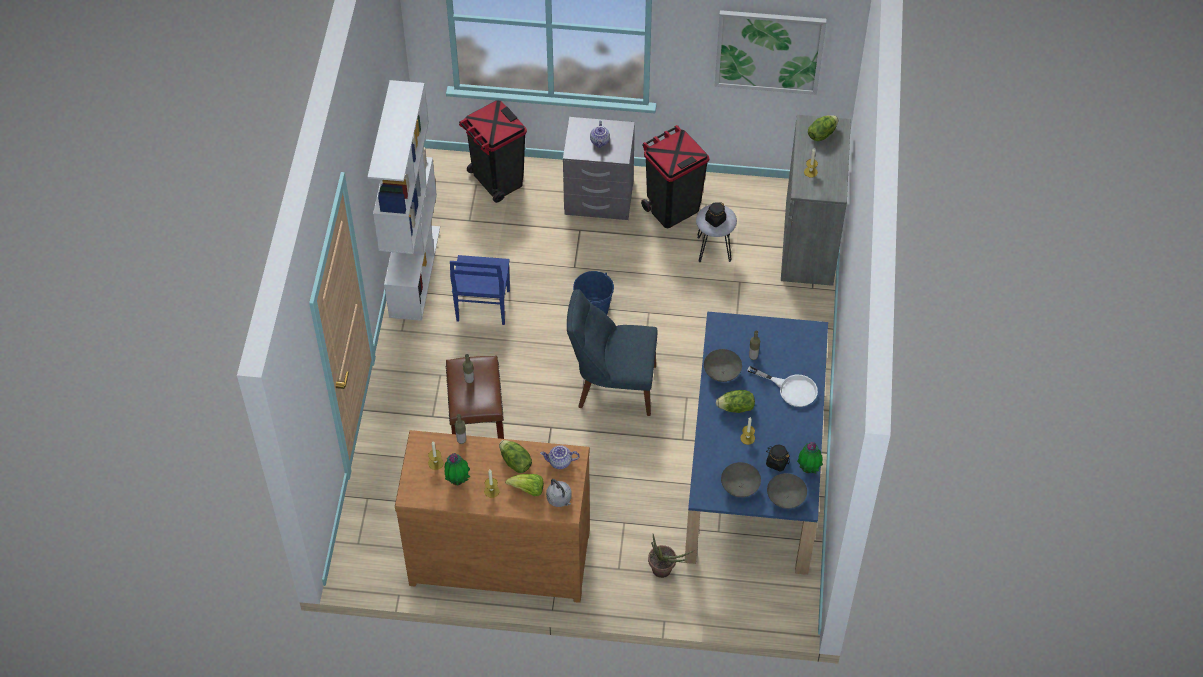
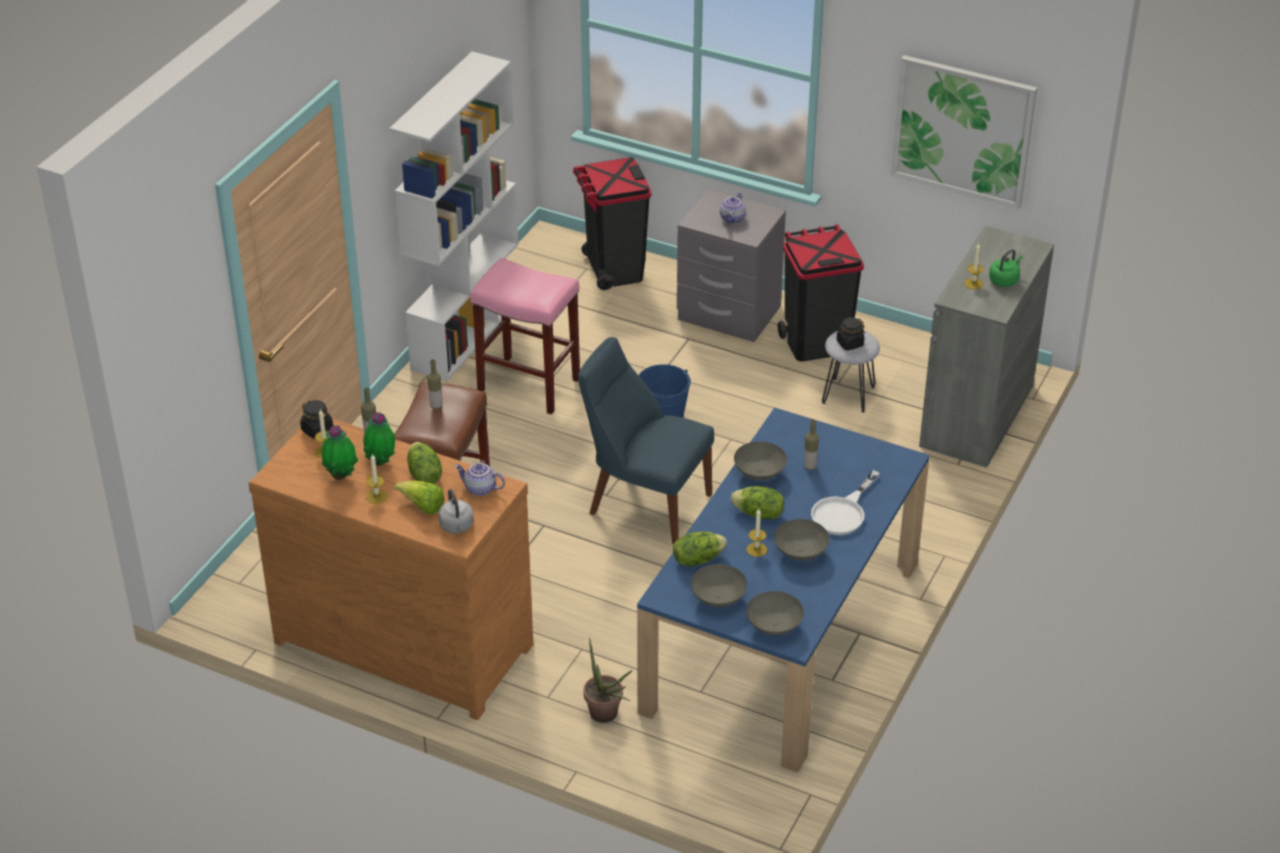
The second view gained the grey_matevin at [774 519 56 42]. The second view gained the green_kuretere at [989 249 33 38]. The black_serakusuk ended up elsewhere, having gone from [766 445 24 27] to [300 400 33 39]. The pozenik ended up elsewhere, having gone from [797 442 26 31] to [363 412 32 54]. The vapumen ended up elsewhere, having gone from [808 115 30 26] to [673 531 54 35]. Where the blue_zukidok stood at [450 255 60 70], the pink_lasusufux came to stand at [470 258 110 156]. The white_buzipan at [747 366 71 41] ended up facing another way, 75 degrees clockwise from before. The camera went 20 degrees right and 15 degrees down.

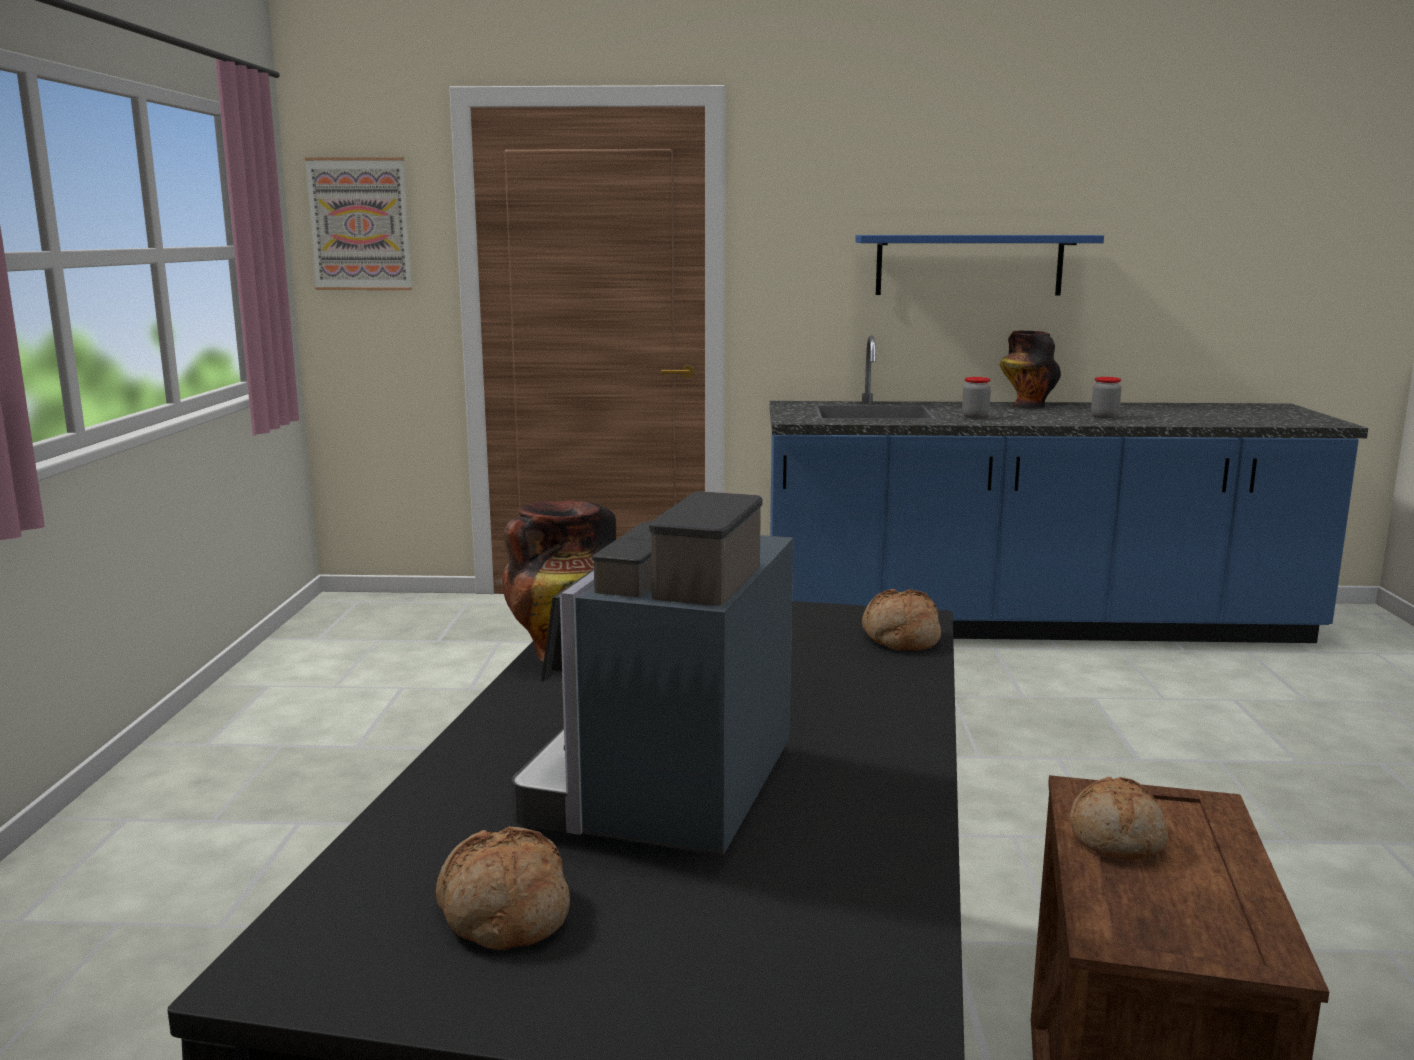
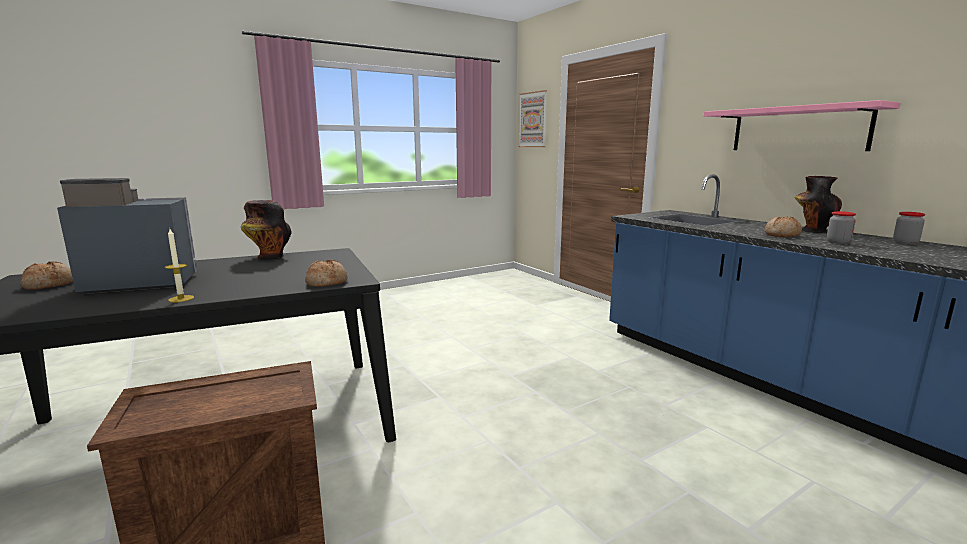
The second view gained the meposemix at [165 229 29 73]. The serakusuk ended up elsewhere, having gone from [962 377 29 42] to [893 212 32 32]. The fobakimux ended up elsewhere, having gone from [1070 777 98 83] to [765 217 37 20]. What was the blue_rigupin at [855 235 249 60] turned into the pink_rigupin at [704 100 196 51]. The camera went 55 degrees right and 0 degrees up.

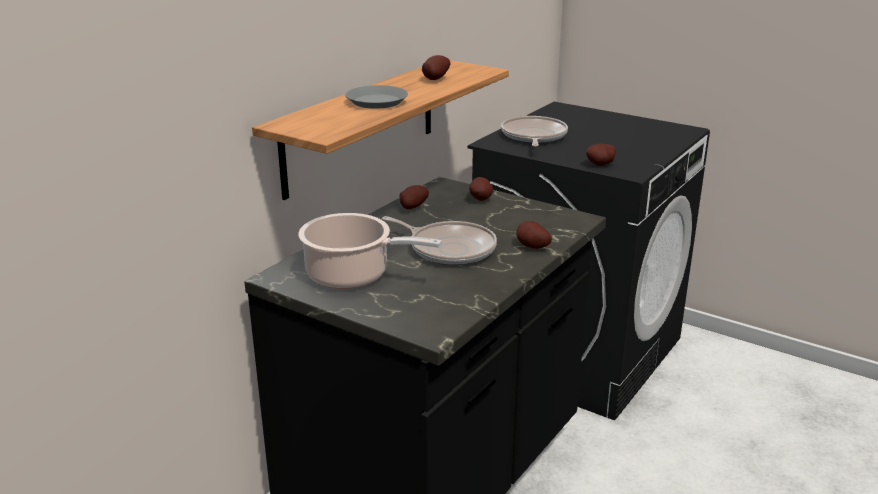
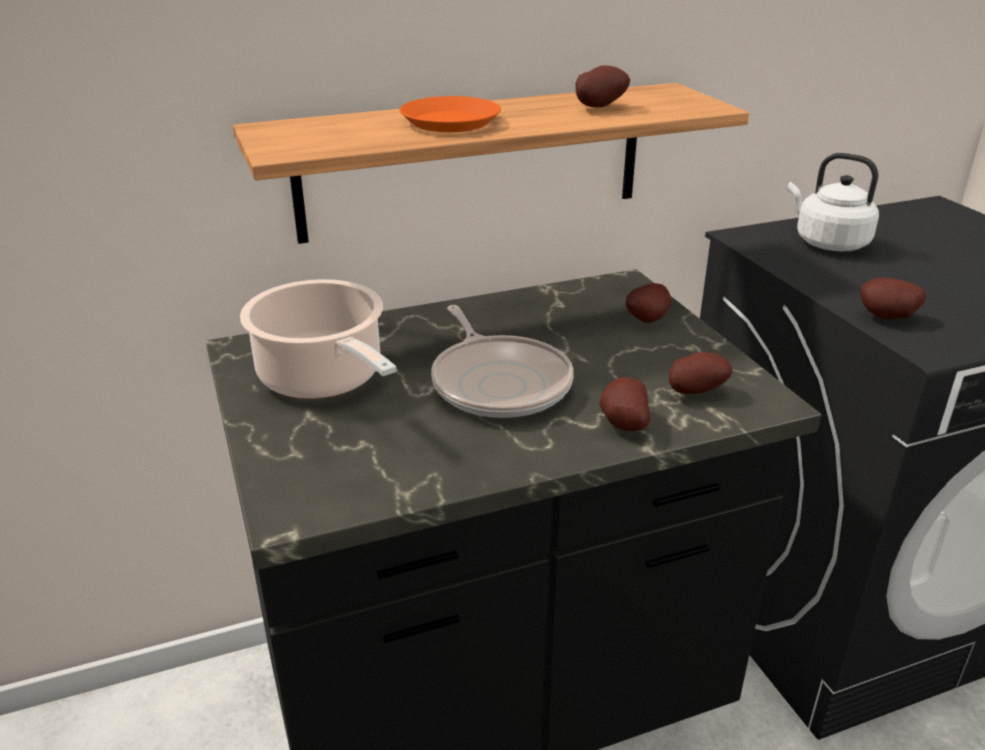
The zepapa ended up elsewhere, having gone from [399 185 30 24] to [669 352 64 42]. Where the buzipan stood at [501 116 67 31], the white_kuretere came to stand at [788 153 91 98]. What was the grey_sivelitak at [345 85 63 24] turned into the orange_sivelitak at [400 96 101 36]. The camera went 35 degrees right and 5 degrees up.

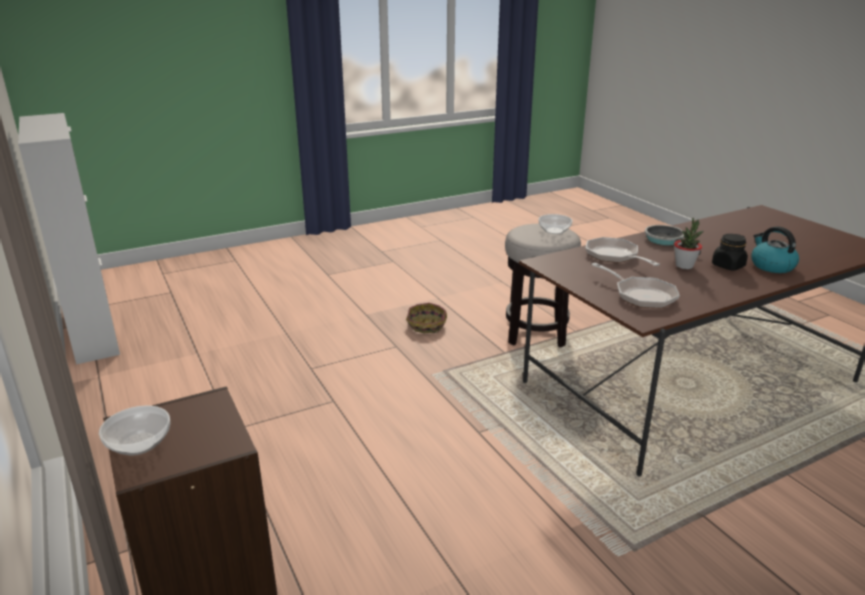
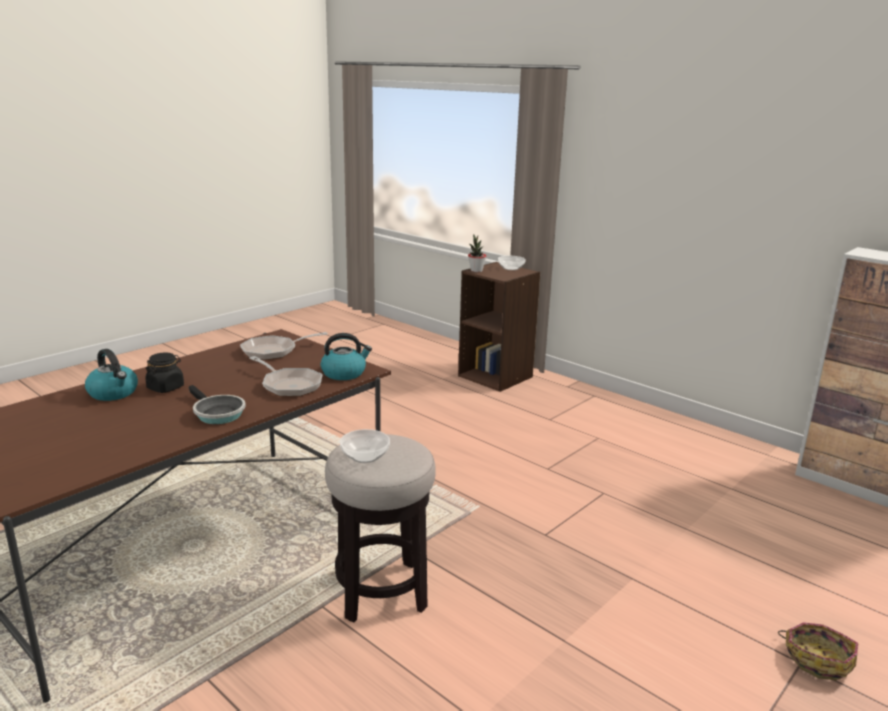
The second view gained the kuretere at [321 333 51 47]. The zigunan ended up elsewhere, having gone from [406 303 41 30] to [778 622 80 58]. The pozenik ended up elsewhere, having gone from [674 218 30 51] to [468 234 18 38]. The buzipan at [591 263 89 45] ended up facing another way, 60 degrees counterclockwise from before. The camera went 160 degrees right and 5 degrees down.

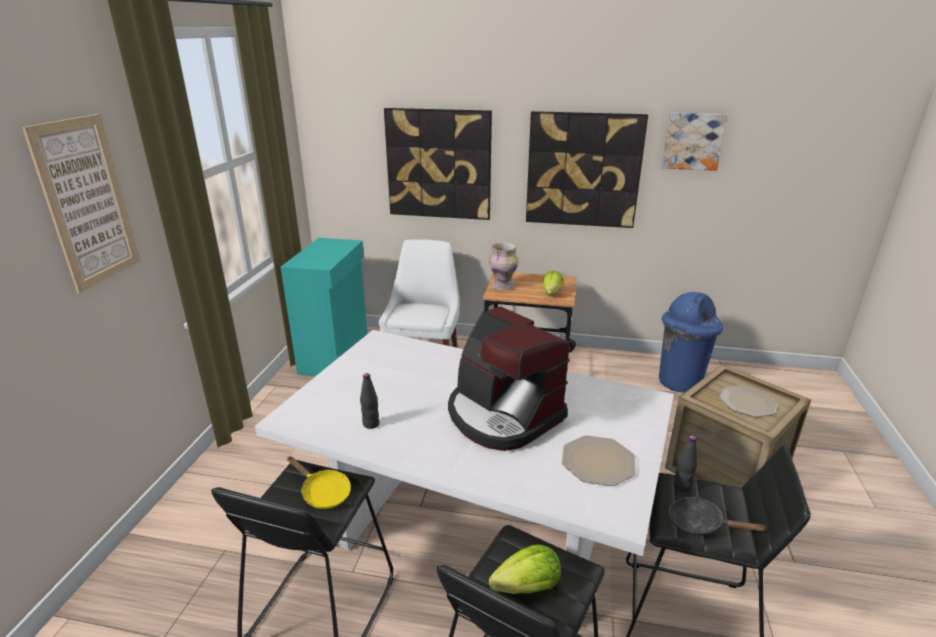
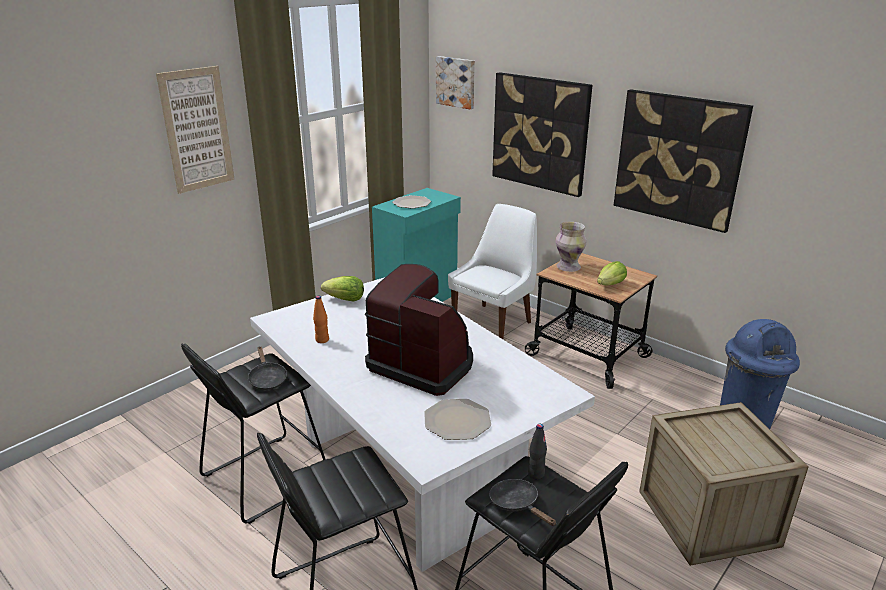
The vapumen ended up elsewhere, having gone from [489 544 72 50] to [321 276 43 26]. The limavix ended up elsewhere, having gone from [662 113 66 58] to [436 56 39 53]. The sivelitak ended up elsewhere, having gone from [719 385 58 32] to [392 195 39 14]. What was the yellow_buzipan at [287 456 64 53] turned into the black_buzipan at [247 346 40 44]. What was the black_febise at [360 373 19 56] turned into the orange_febise at [313 296 16 47]. The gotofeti at [448 306 122 145] ended up facing another way, 135 degrees clockwise from before. The camera went 30 degrees right and 0 degrees up.

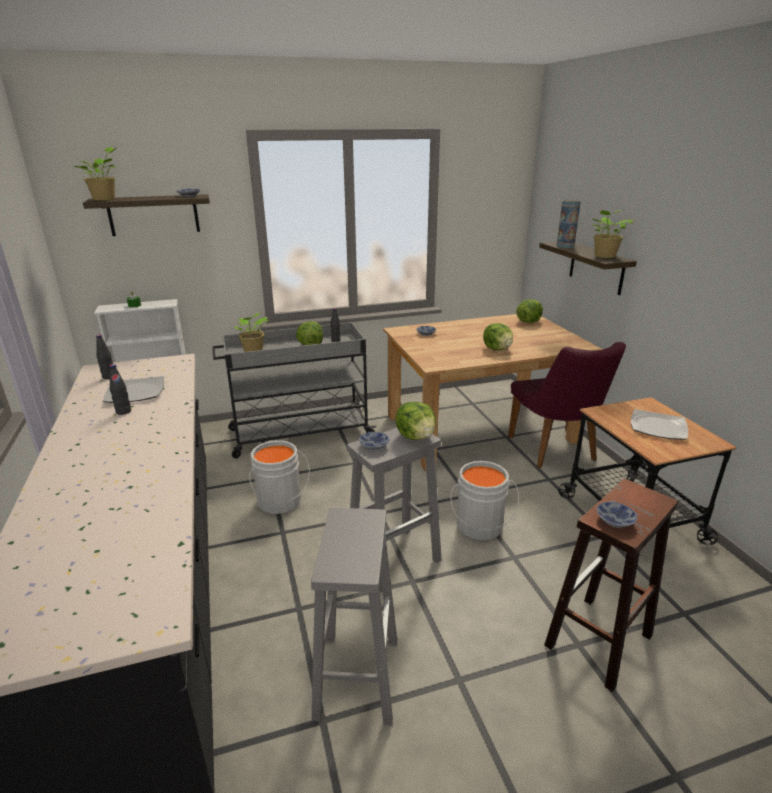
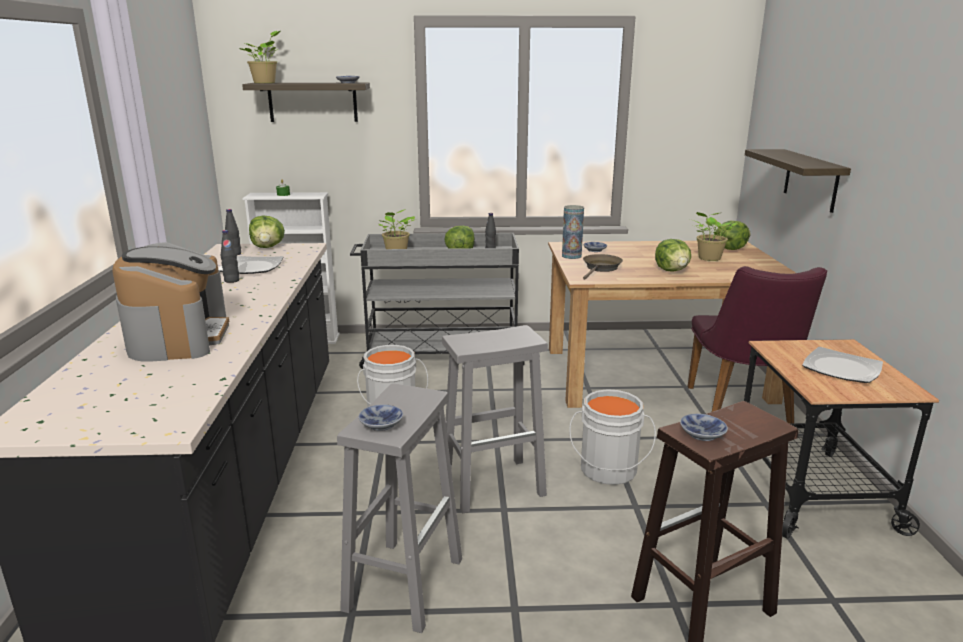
The second view gained the gotofeti at [112 242 117 120]. The second view gained the brown_buzipan at [583 254 40 26]. The matevin ended up elsewhere, having gone from [359 432 30 18] to [359 404 44 27]. The vapumen ended up elsewhere, having gone from [396 402 40 38] to [249 216 36 32]. The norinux ended up elsewhere, having gone from [557 200 24 48] to [562 205 22 54]. The pozenik ended up elsewhere, having gone from [592 210 41 48] to [690 212 47 49]. The camera went 15 degrees right and 5 degrees down.

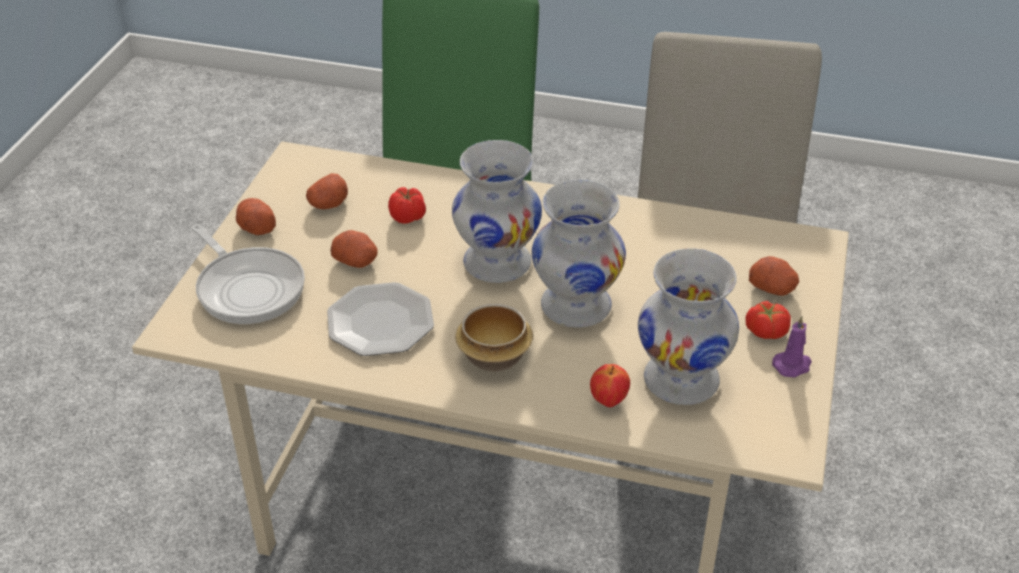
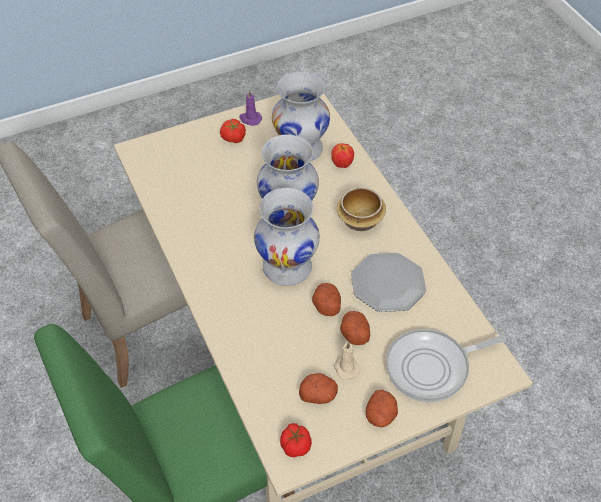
The second view gained the beige_meposemix at [334 341 26 39]. The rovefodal ended up elsewhere, having gone from [388 187 38 37] to [280 423 32 35]. The zepapa ended up elsewhere, having gone from [749 256 50 40] to [312 283 29 33]. The buzipan at [191 224 114 100] ended up facing another way, 120 degrees counterclockwise from before. The camera went 130 degrees left and 10 degrees up.

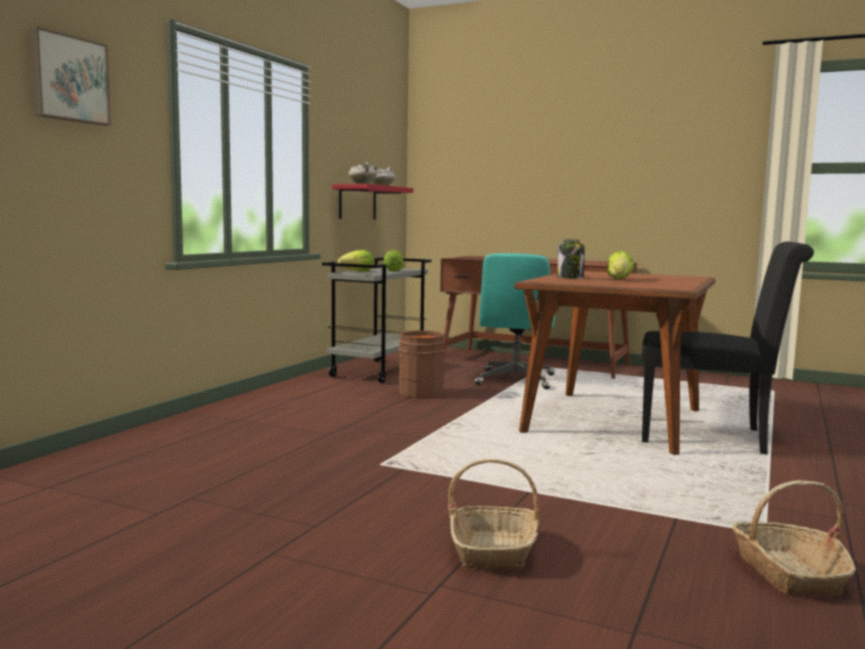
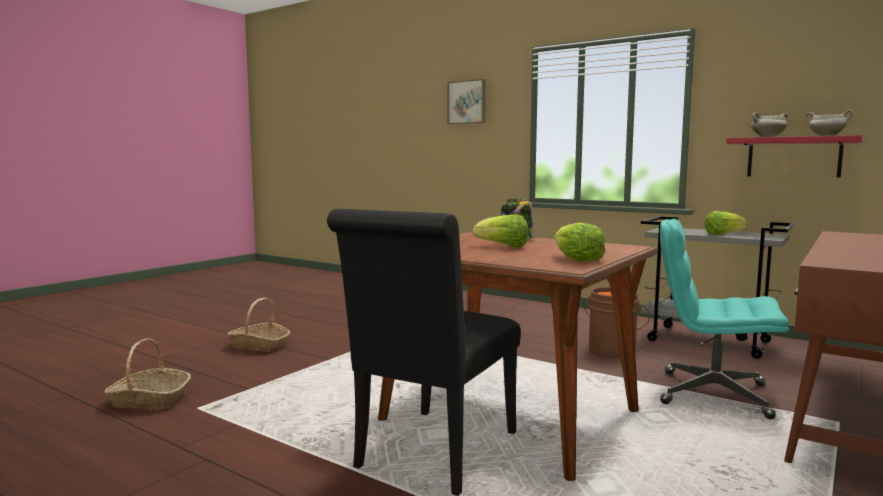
The vapumen ended up elsewhere, having gone from [338 250 36 22] to [555 223 50 39]. The camera went 100 degrees right and 0 degrees up.

